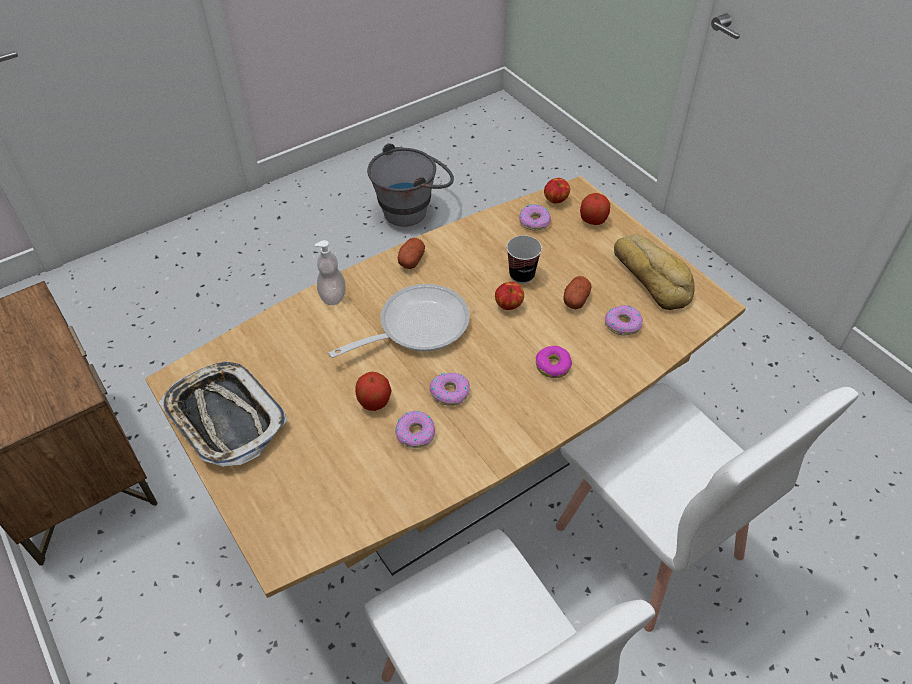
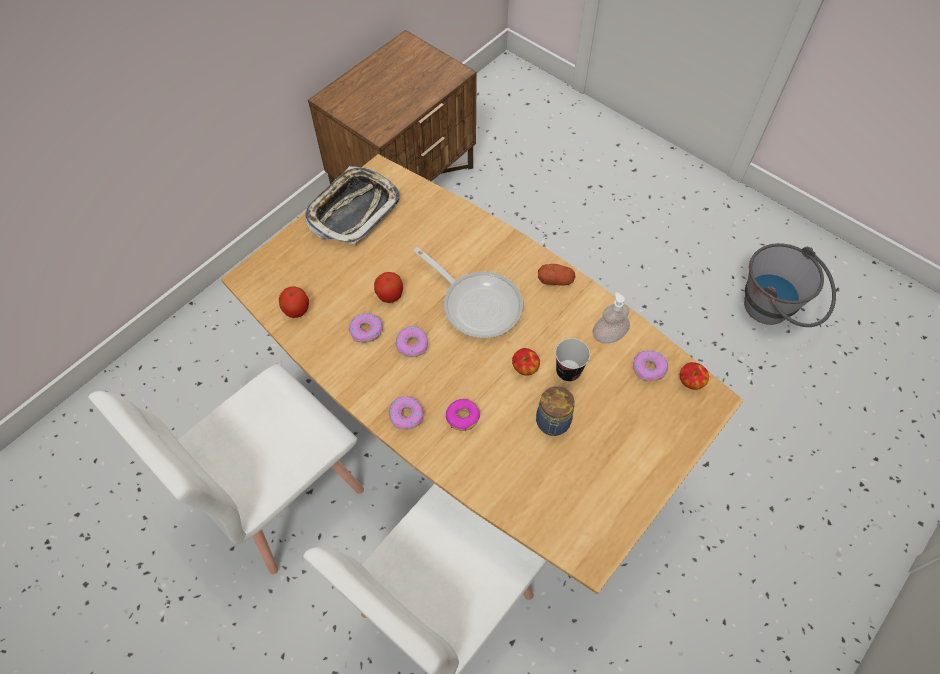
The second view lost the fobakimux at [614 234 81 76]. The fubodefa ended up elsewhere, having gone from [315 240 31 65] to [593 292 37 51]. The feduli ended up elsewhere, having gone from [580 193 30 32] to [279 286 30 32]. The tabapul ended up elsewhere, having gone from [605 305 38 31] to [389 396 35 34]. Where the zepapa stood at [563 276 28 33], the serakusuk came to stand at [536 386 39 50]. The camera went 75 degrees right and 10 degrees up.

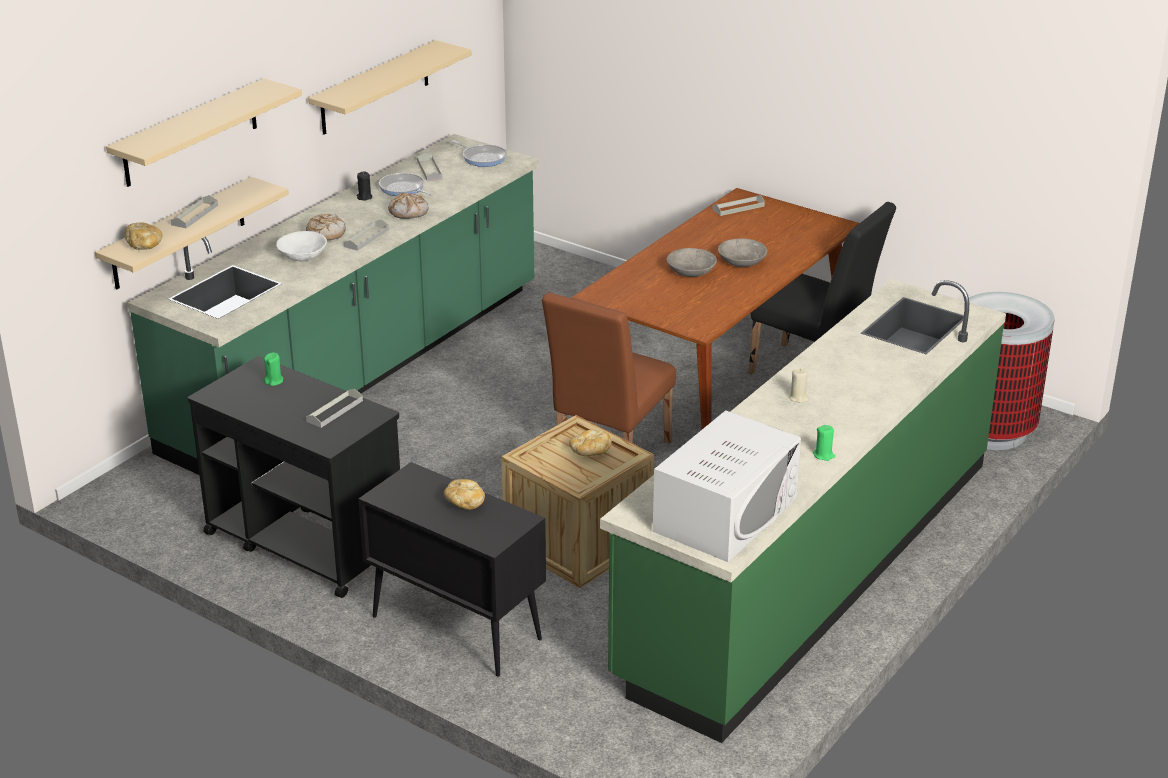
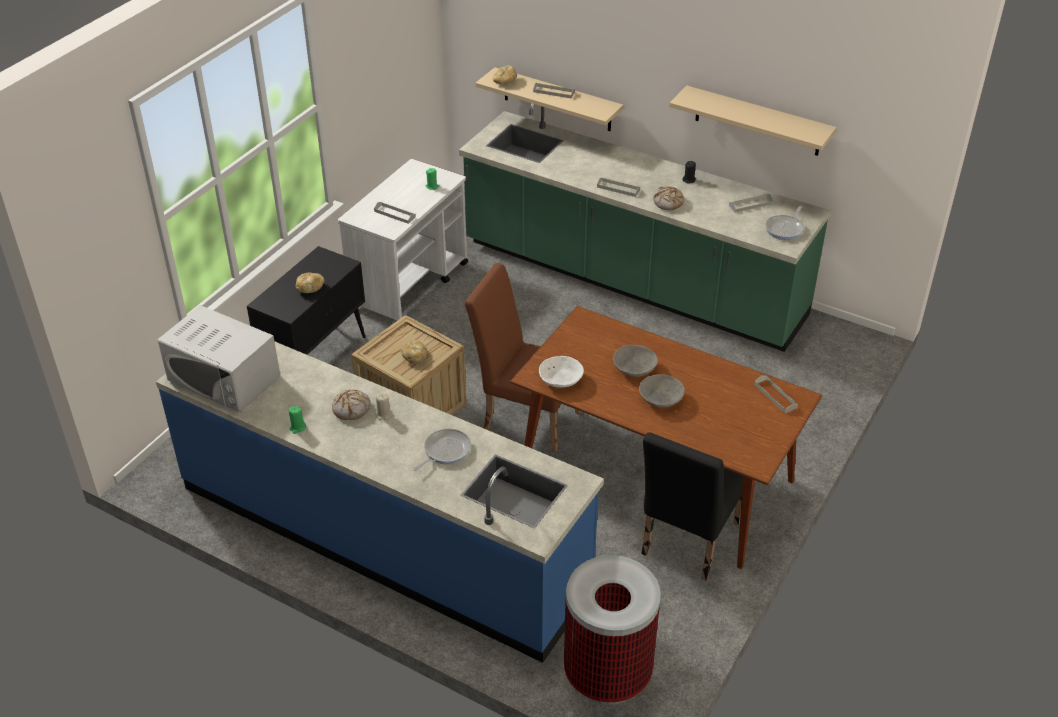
The second view lost the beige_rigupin at [106 78 196 109]. The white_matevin ended up elsewhere, having gone from [276 231 51 30] to [539 356 45 32]. The fobakimux ended up elsewhere, having gone from [306 214 40 26] to [332 390 39 30]. The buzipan ended up elsewhere, having gone from [379 173 54 23] to [413 429 58 42]. What was the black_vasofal at [188 356 212 242] turned into the white_vasofal at [338 159 130 164]. What was the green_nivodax at [600 279 406 464] turned into the blue_nivodax at [156 342 448 321]. The camera went 85 degrees right and 10 degrees up.

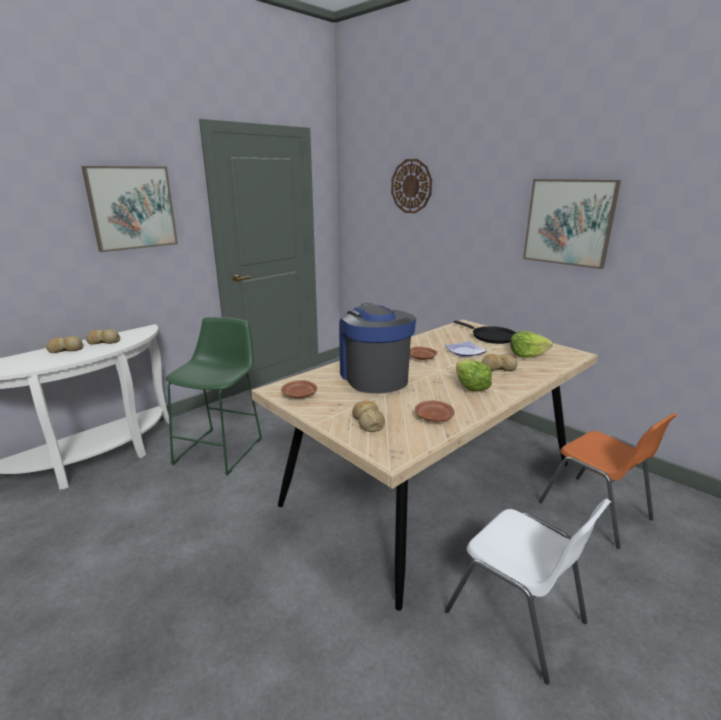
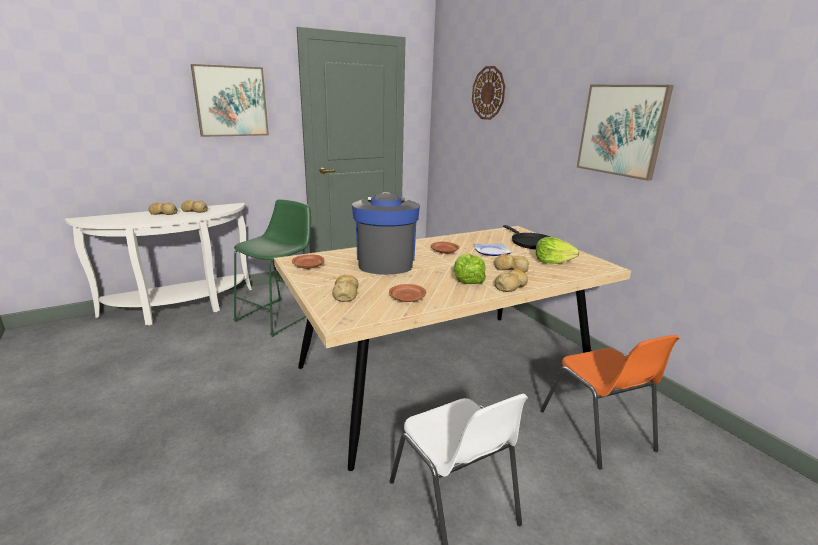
The second view gained the fobakimux at [495 269 33 23]. The camera went 15 degrees right and 0 degrees up.

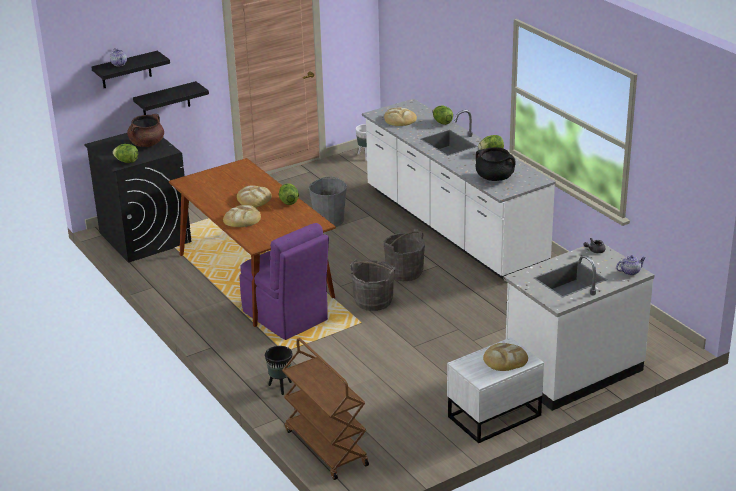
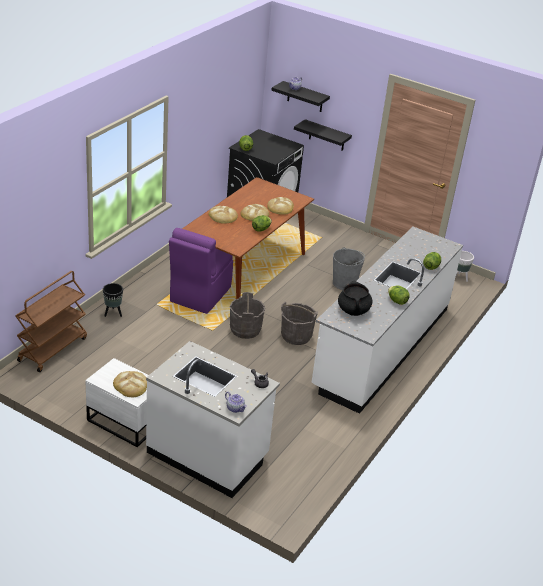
The second view lost the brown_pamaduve at [127 114 37 33]. The fobakimux ended up elsewhere, having gone from [384 107 33 19] to [267 197 27 18]. The camera went 60 degrees right and 5 degrees up.

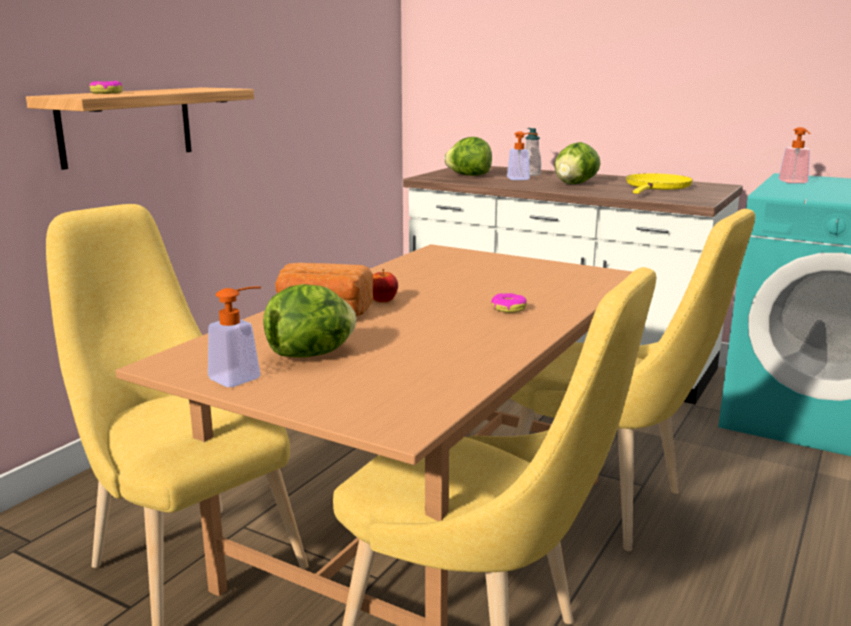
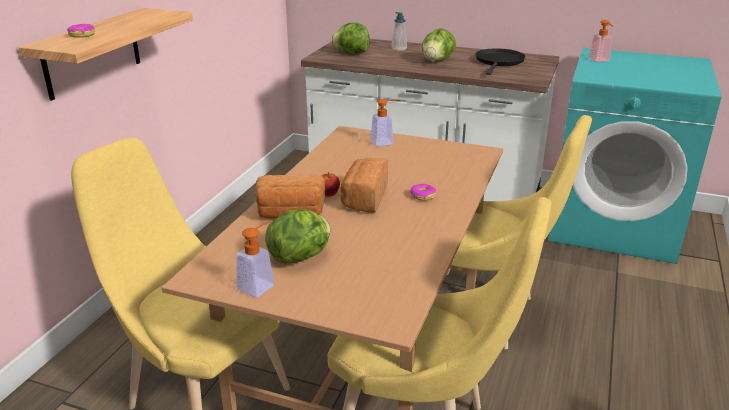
The second view gained the fobakimux at [340 158 48 55]. The fubodefa ended up elsewhere, having gone from [507 132 32 48] to [371 99 29 47]. What was the yellow_buzipan at [626 173 67 21] turned into the black_buzipan at [476 48 49 27]. The camera went 10 degrees left and 10 degrees up.

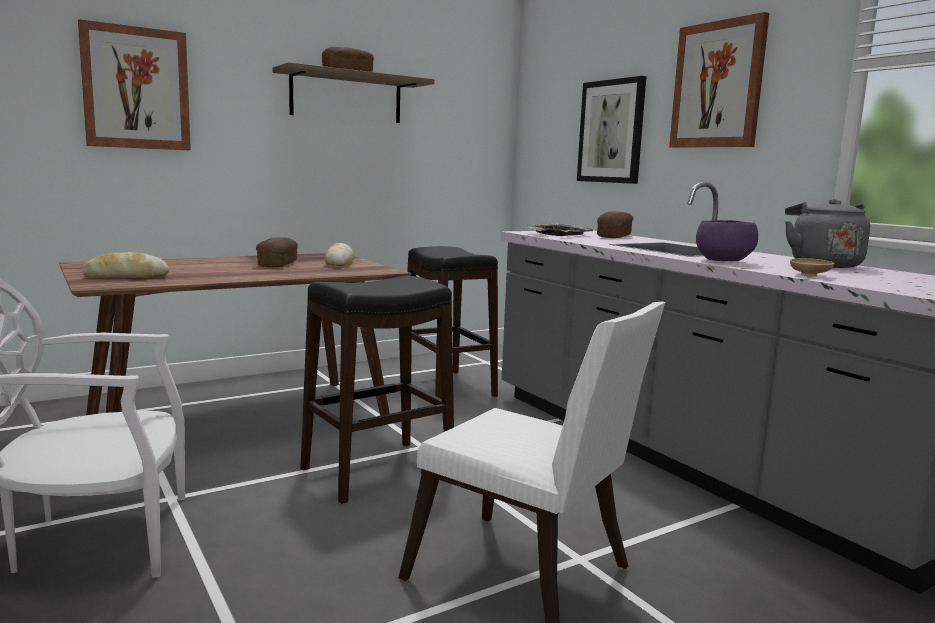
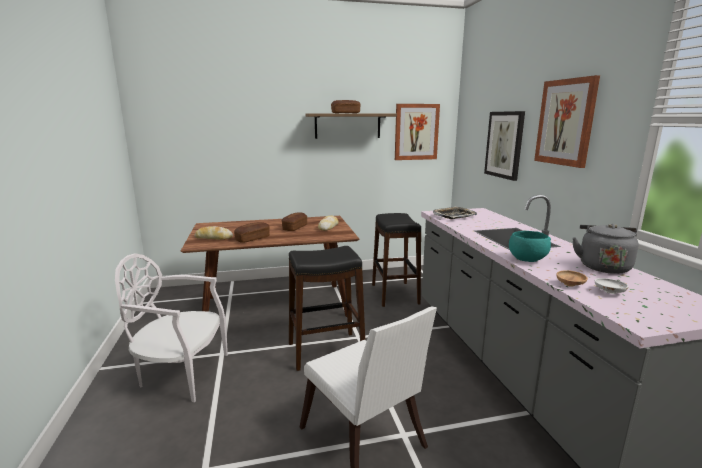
The second view gained the white_matevin at [595 278 34 16]. The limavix ended up elsewhere, having gone from [78 19 113 131] to [395 104 45 56]. The fobakimux ended up elsewhere, having gone from [597 211 36 27] to [234 222 36 21]. What was the purple_matevin at [696 220 62 41] turned into the turquoise_matevin at [509 231 42 31]. The camera went 20 degrees right and 5 degrees up.

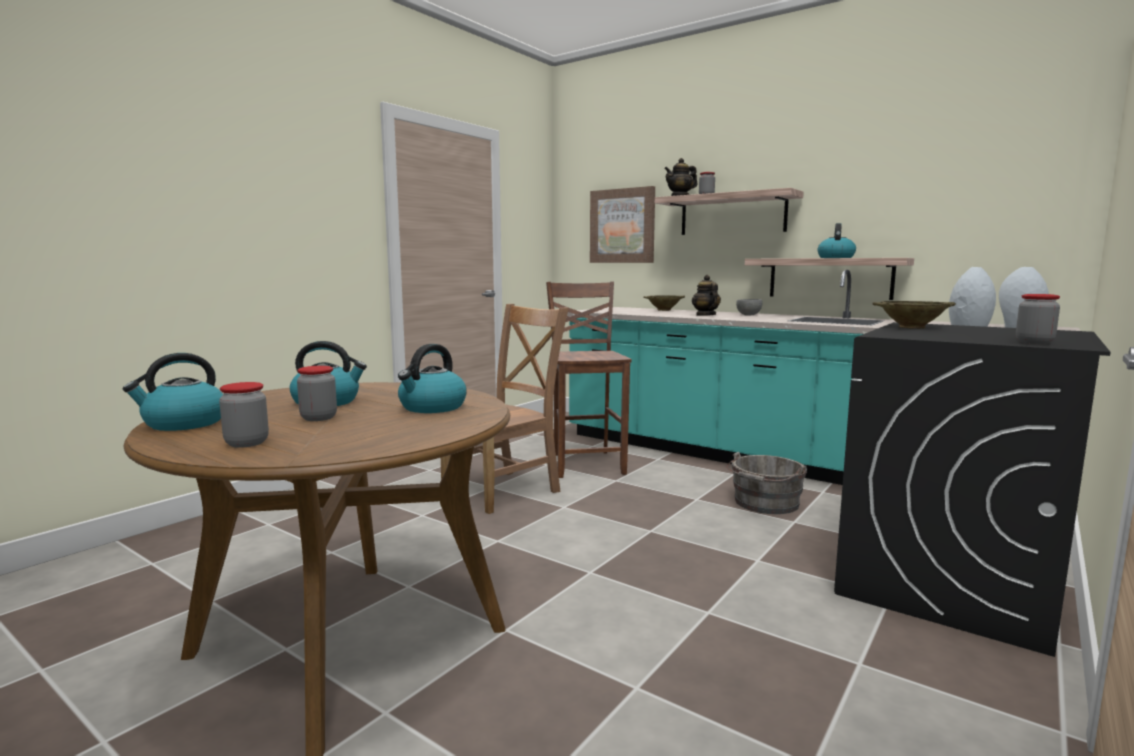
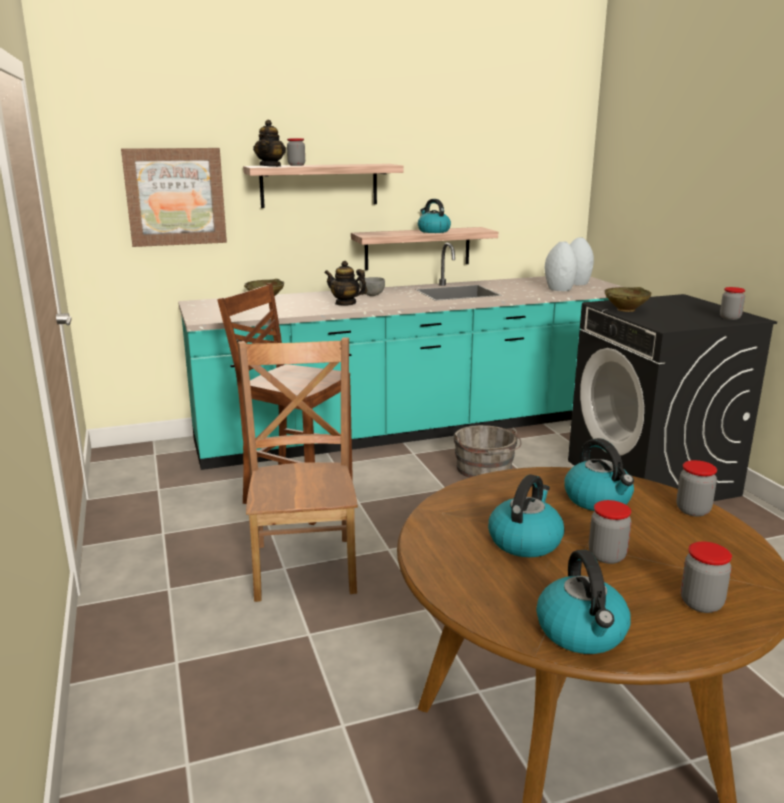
The second view gained the serakusuk at [676 460 41 57]. The camera went 55 degrees left and 10 degrees up.

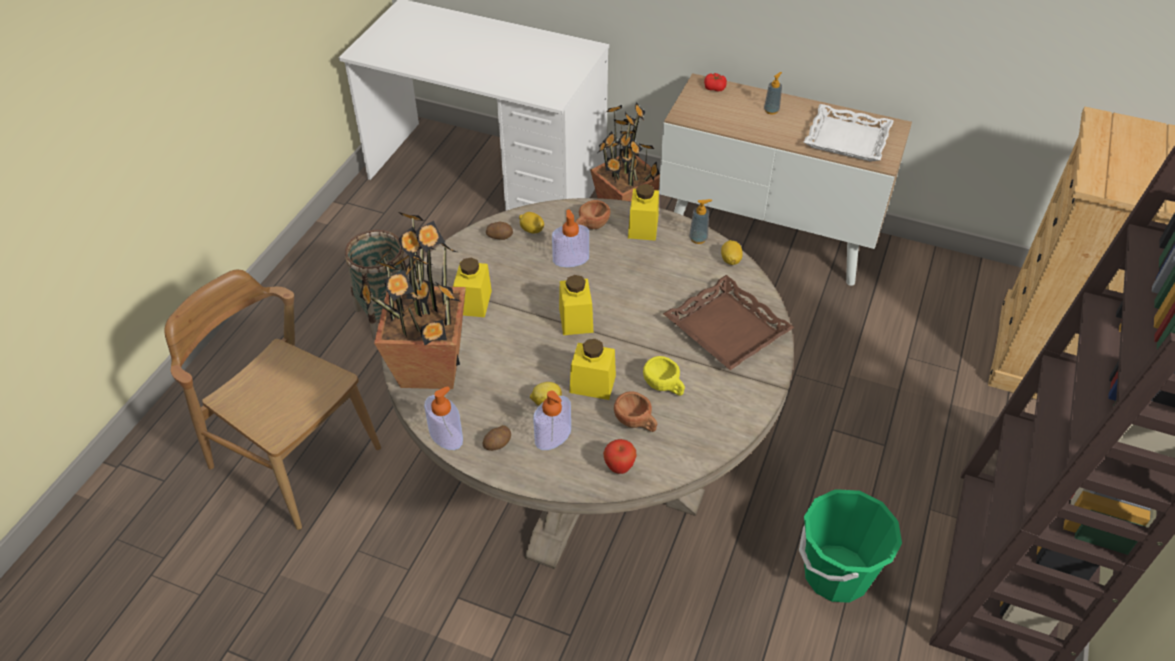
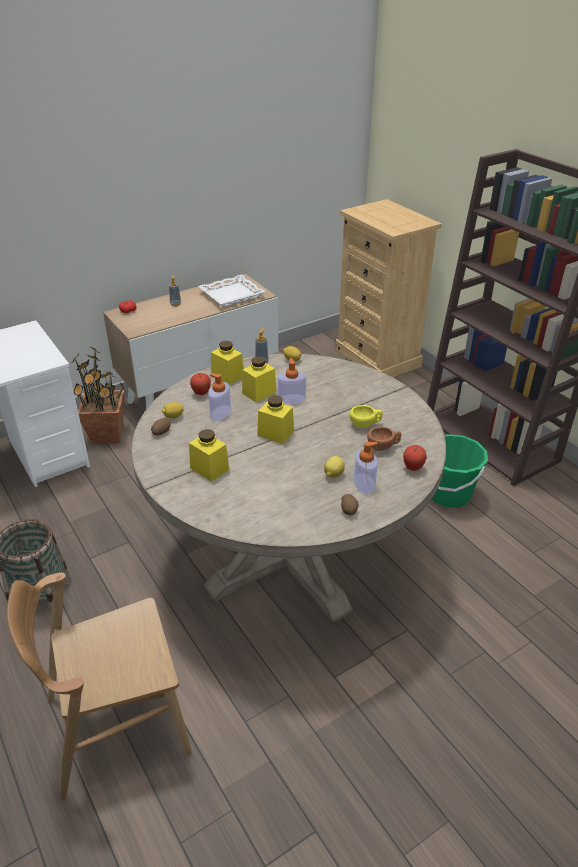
The second view lost the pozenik at [360 212 106 177]. The second view lost the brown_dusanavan at [663 275 132 95]. The fubodefa ended up elsewhere, having gone from [424 386 39 64] to [278 358 28 46]. The yellow_serakusuk ended up elsewhere, having gone from [570 339 46 61] to [242 357 34 45]. Where the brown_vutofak stood at [575 200 35 29], the feduli came to stand at [190 373 21 22]. The camera went 55 degrees left and 10 degrees down.

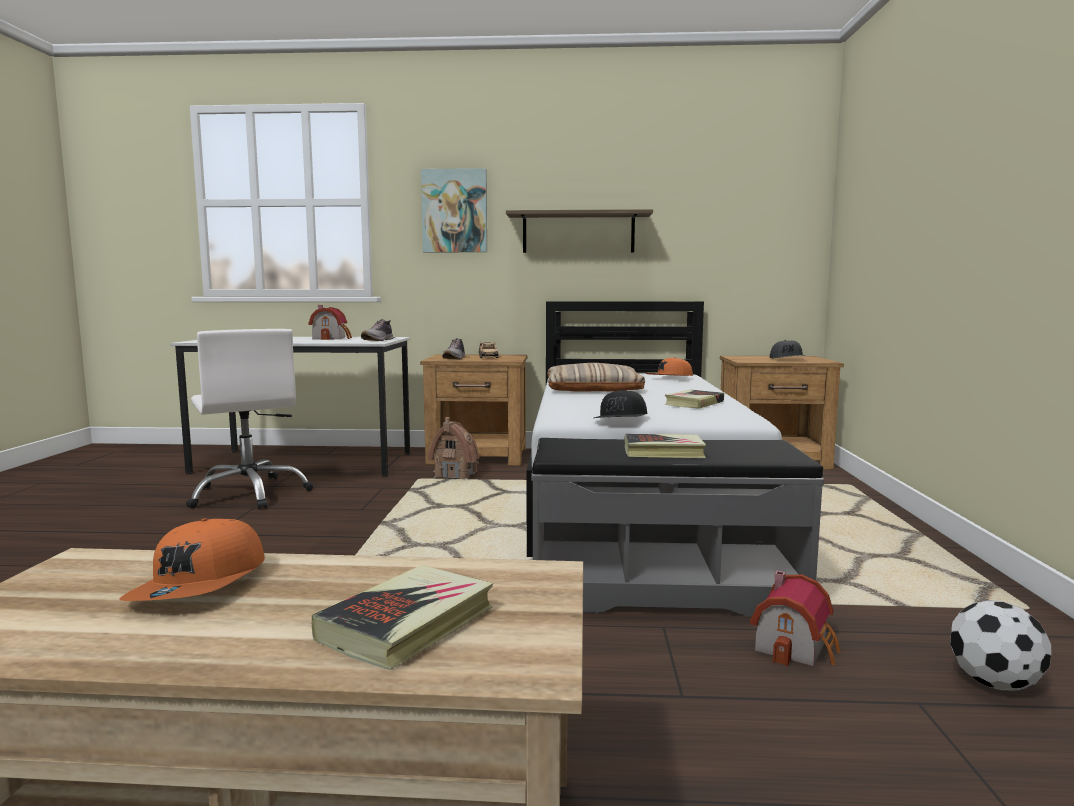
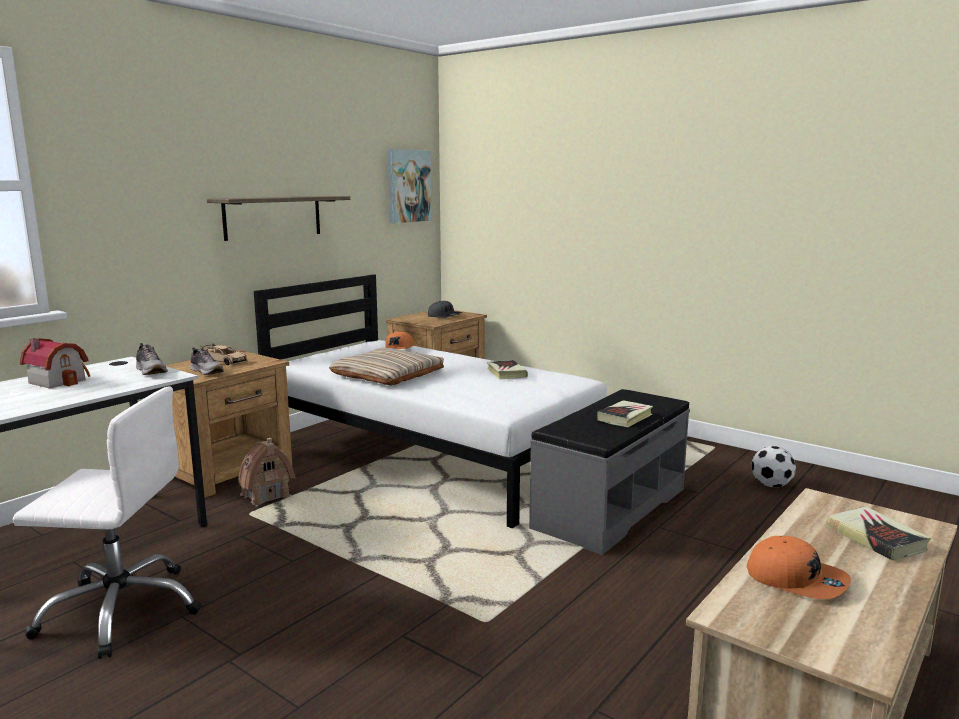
The second view lost the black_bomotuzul at [594 390 53 28]. The second view lost the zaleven at [750 571 91 95]. The limavix ended up elsewhere, having gone from [421 168 66 84] to [388 149 44 74]. The camera went 55 degrees left and 5 degrees up.

